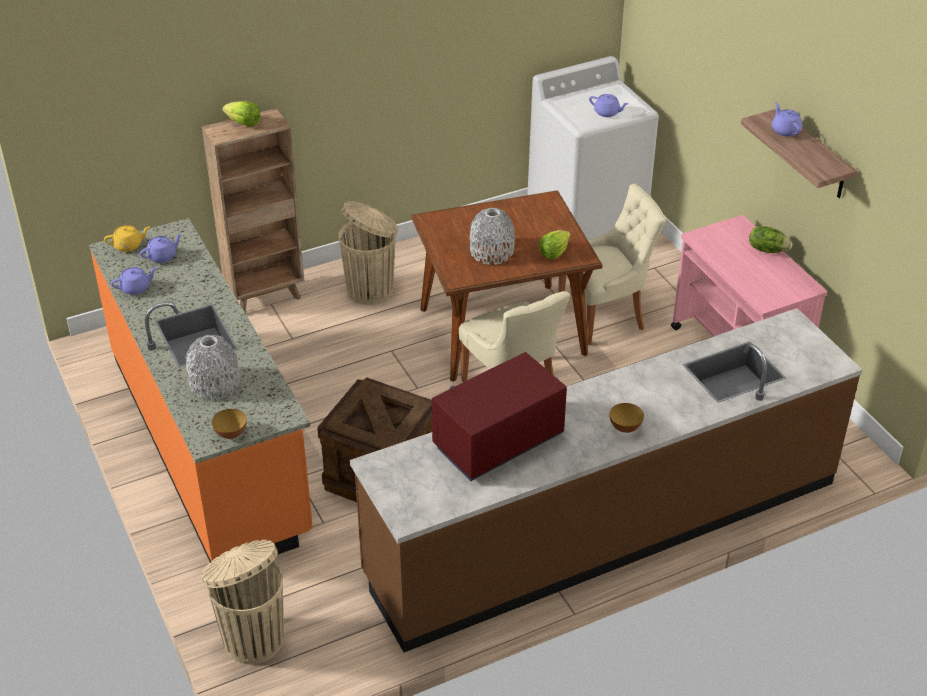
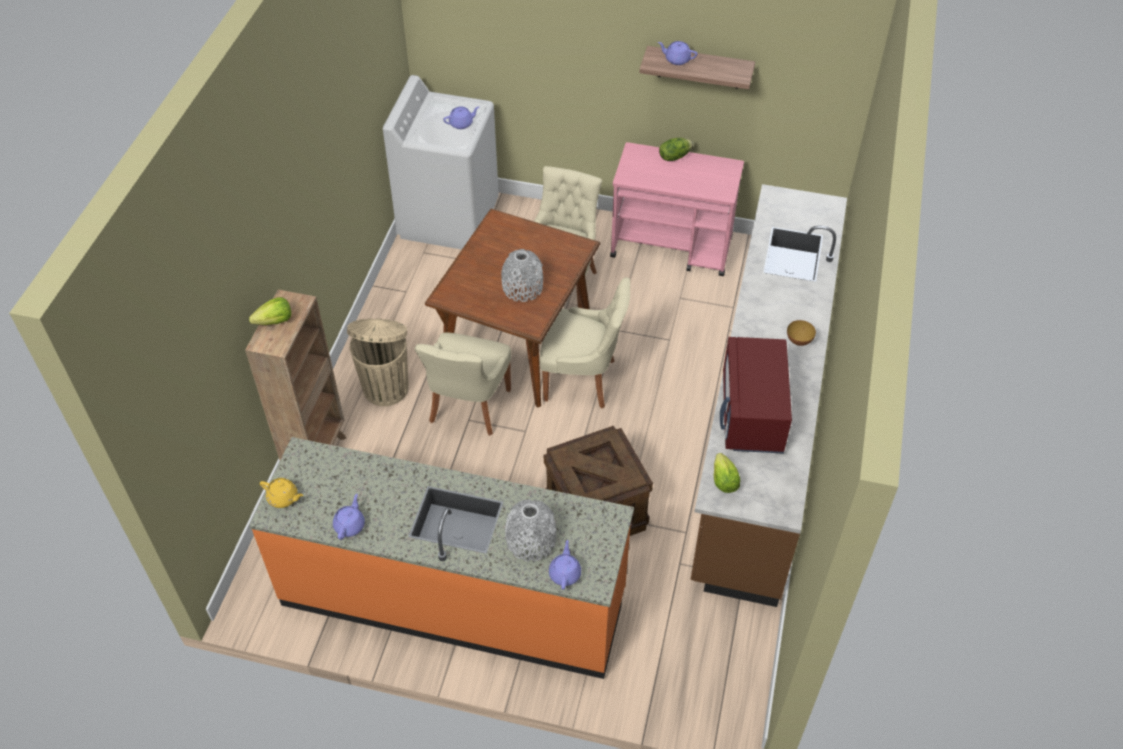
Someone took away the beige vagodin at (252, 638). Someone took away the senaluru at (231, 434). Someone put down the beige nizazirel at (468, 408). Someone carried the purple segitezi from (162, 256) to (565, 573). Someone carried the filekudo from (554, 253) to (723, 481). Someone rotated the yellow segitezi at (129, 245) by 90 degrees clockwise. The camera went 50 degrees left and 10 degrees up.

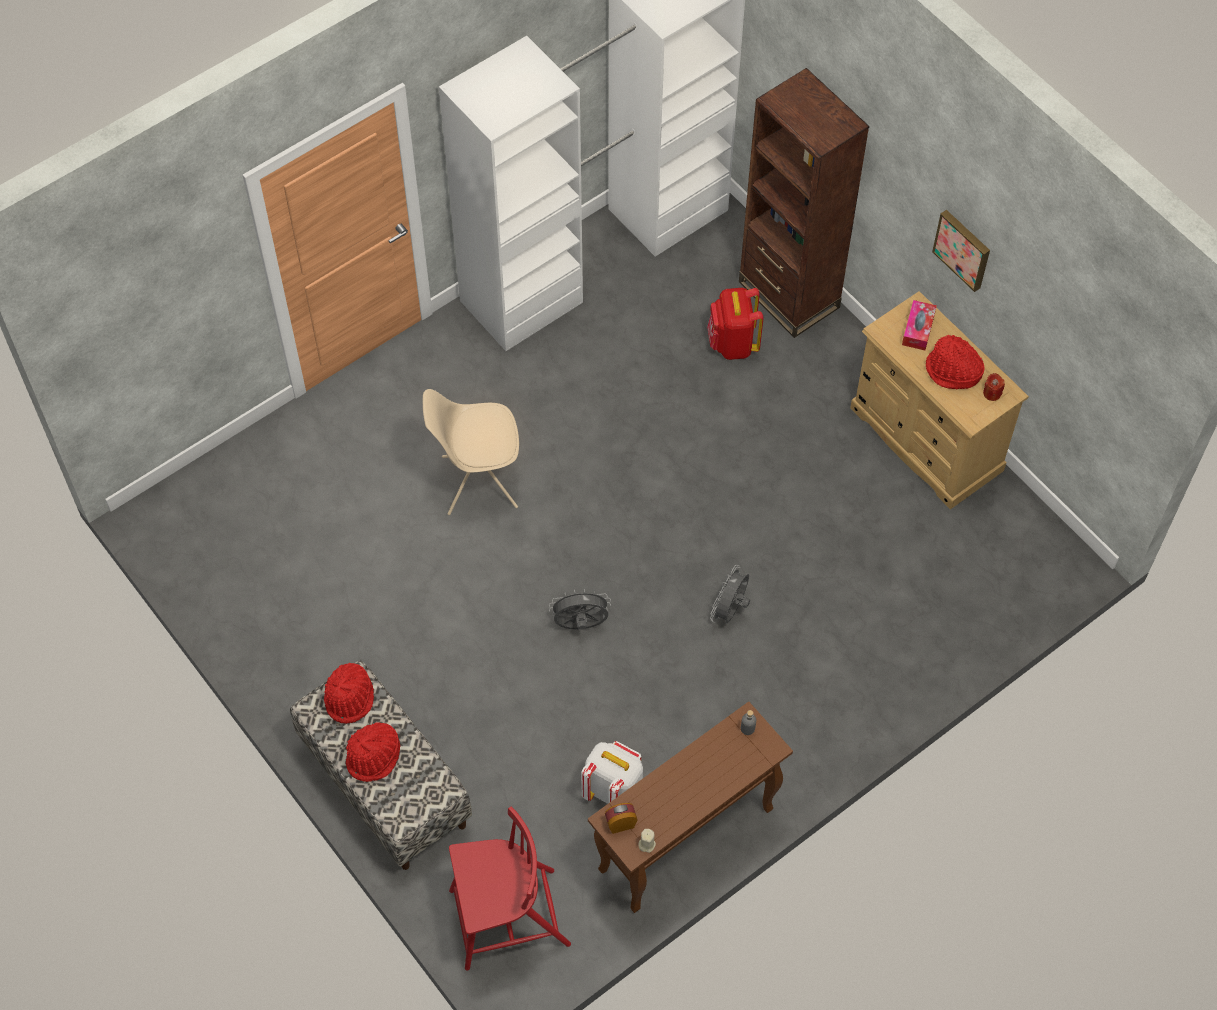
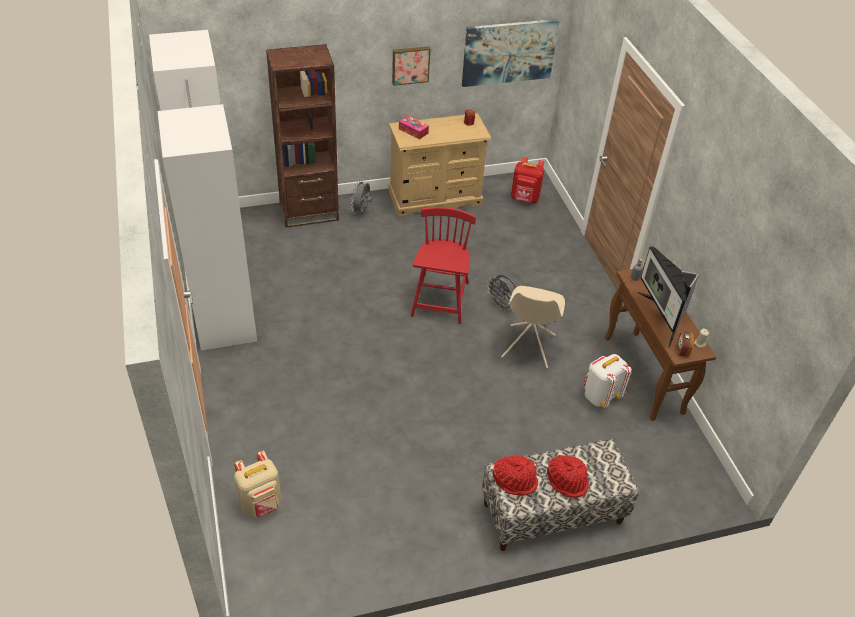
Someone took away the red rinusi at (953, 371). Someone put down the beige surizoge at (261, 504). Someone put up the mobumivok at (509, 52). Someone put down the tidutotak at (662, 317). Someone carried the beige nizazirel from (477, 482) to (528, 347). Someone carried the red nizazirel from (507, 919) to (440, 300). Someone carried the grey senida from (580, 625) to (361, 211). Someone carried the red surizoge from (732, 344) to (525, 199). The camera went 70 degrees left and 15 degrees down.

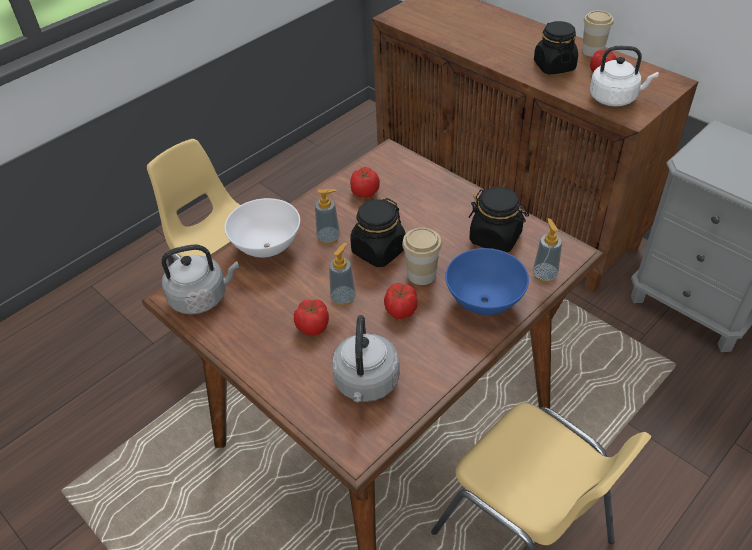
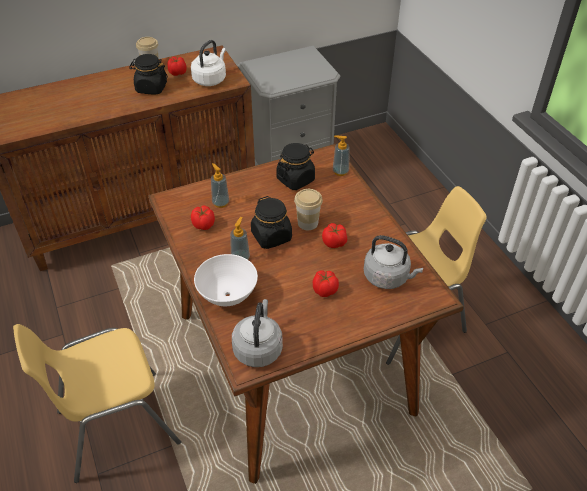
Someone took away the blue senaluru at (485, 302). Someone carried the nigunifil from (343, 298) to (220, 203). The camera went 70 degrees left and 0 degrees up.

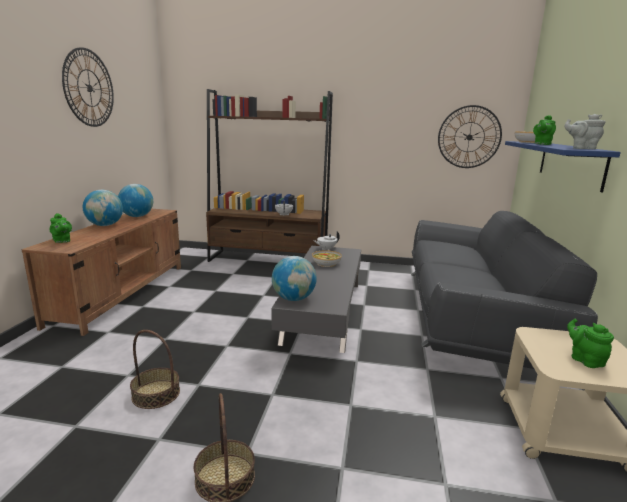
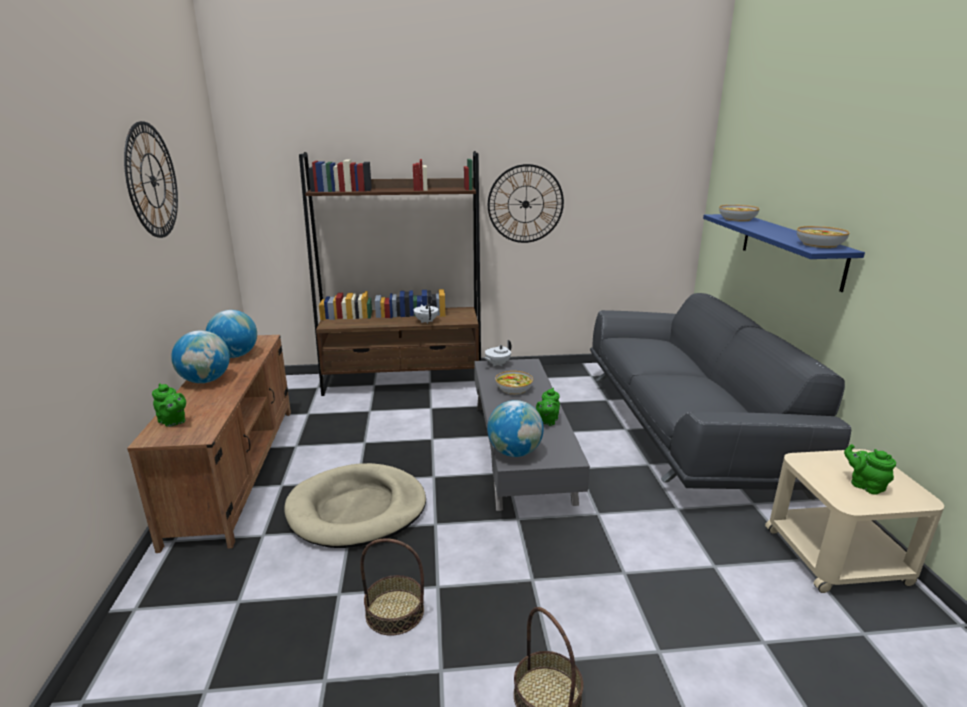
Someone put down the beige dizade at (357, 509). Someone carried the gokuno from (469, 137) to (525, 204). Someone carried the green segitezi from (542, 144) to (547, 421). Someone swapped the grey segitezi at (581, 148) for the senaluru at (820, 244). The camera went 15 degrees left and 5 degrees up.

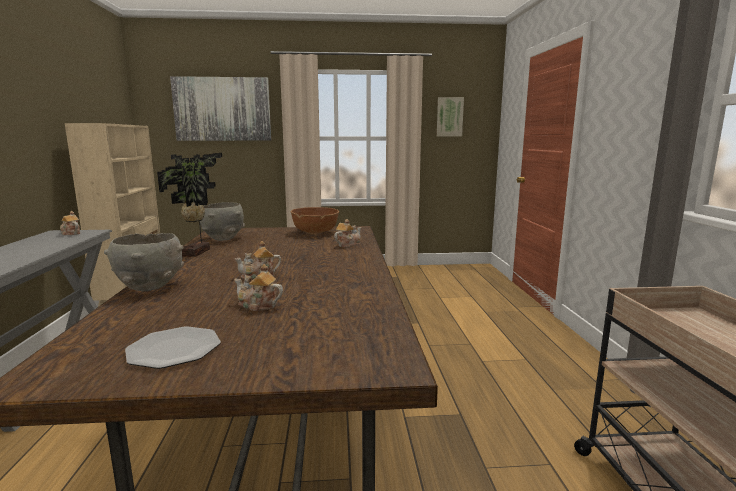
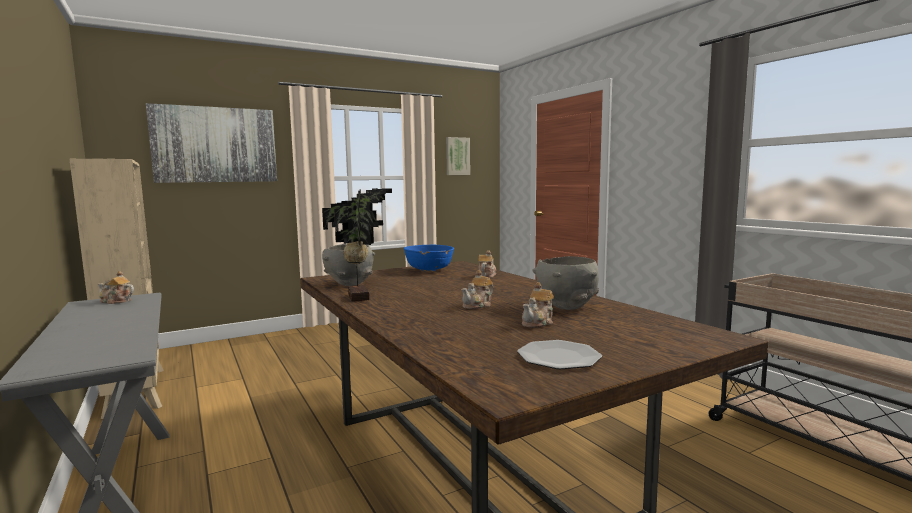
Someone carried the grey senaluru from (150, 286) to (566, 306). Someone repainted the brown senaluru at (315, 232), which became the blue senaluru at (429, 270). Someone rotated the segitezi at (258, 305) by 45 degrees counterclockwise. The camera went 25 degrees left and 5 degrees down.

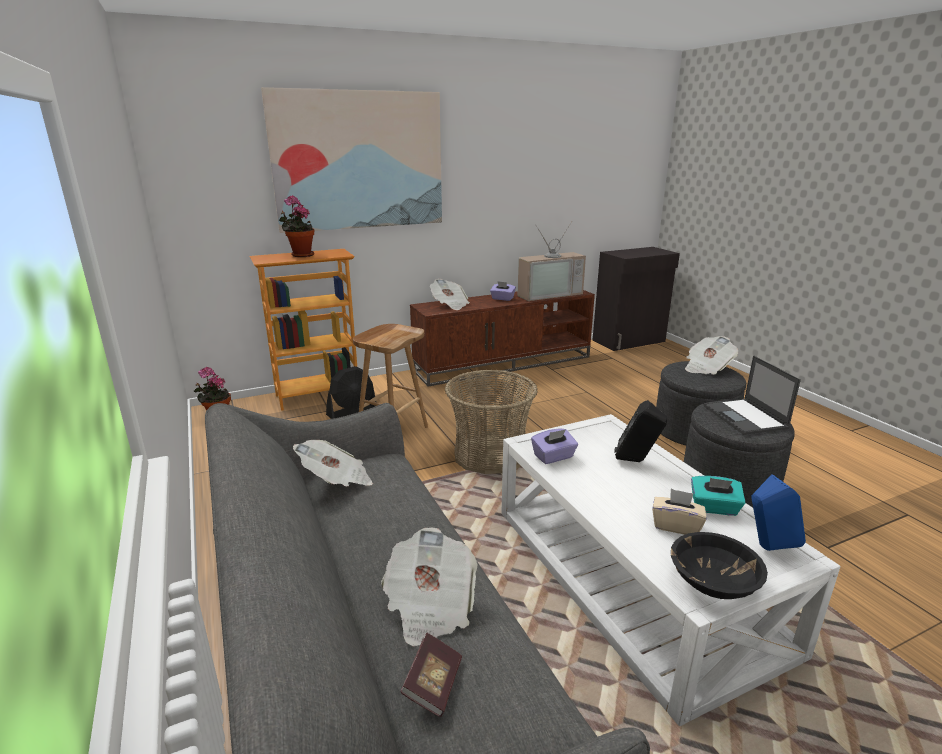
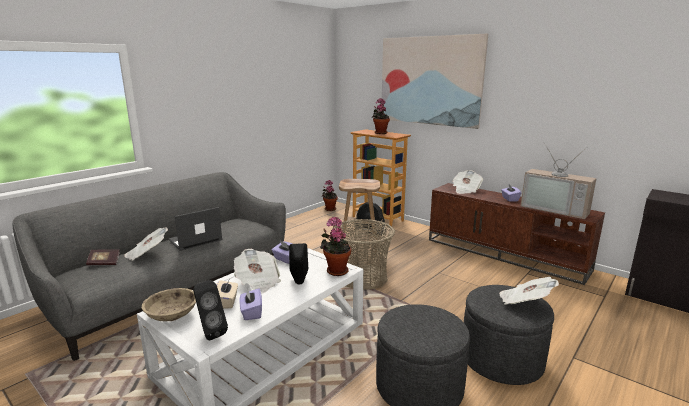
Someone put down the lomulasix at (336, 270). Someone carried the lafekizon from (336, 480) to (258, 282). Someone carried the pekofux from (745, 417) to (194, 240). Someone repainted the black senaluru at (712, 582), which became the beige senaluru at (172, 315). Someone repainted the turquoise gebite at (714, 508), which became the purple gebite at (251, 312). Someone repainted the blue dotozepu at (767, 549), which became the black dotozepu at (210, 332). The camera went 65 degrees right and 5 degrees down.

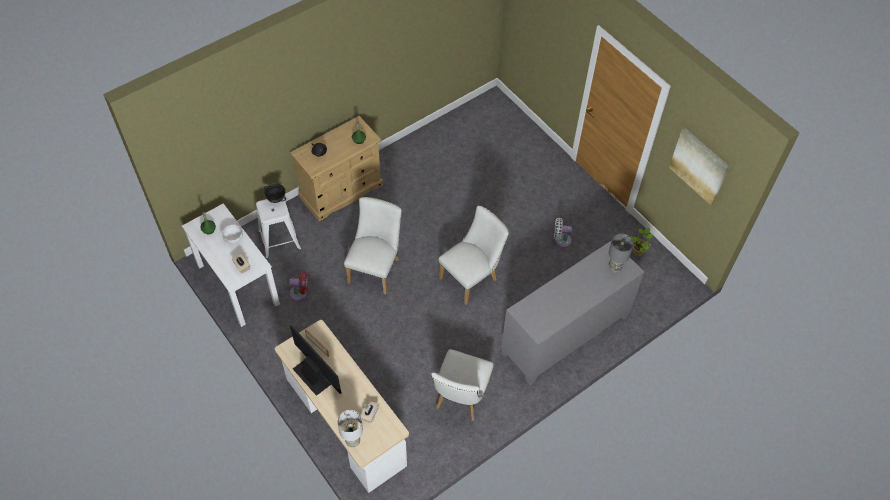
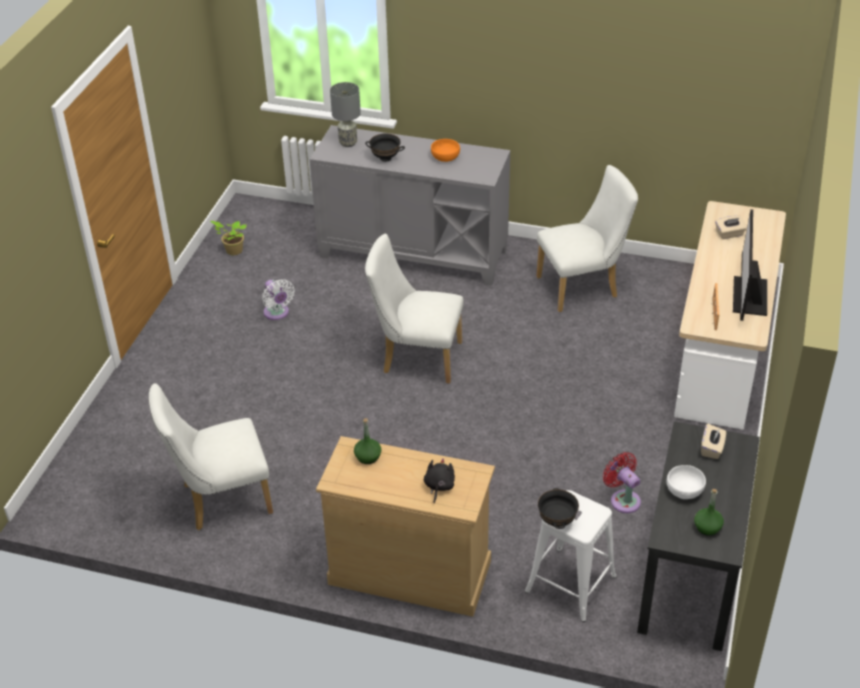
Someone took away the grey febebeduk at (353, 441). Someone took away the mobumivok at (699, 165). Someone put down the black senaluru at (385, 158). Someone put down the orange senaluru at (445, 157). Someone carried the white nizazirel from (376, 268) to (220, 500). Someone repainted the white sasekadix at (237, 284), which became the black sasekadix at (690, 577). The camera went 125 degrees left and 15 degrees down.

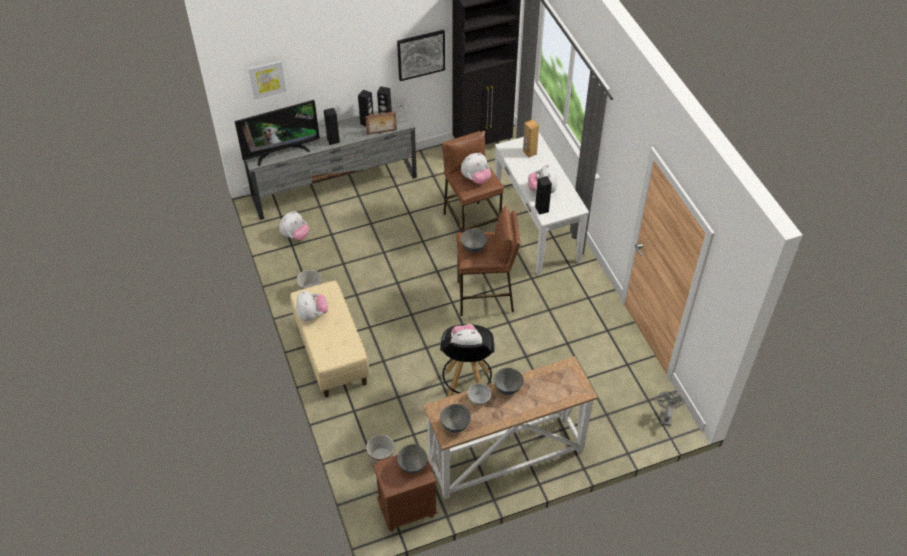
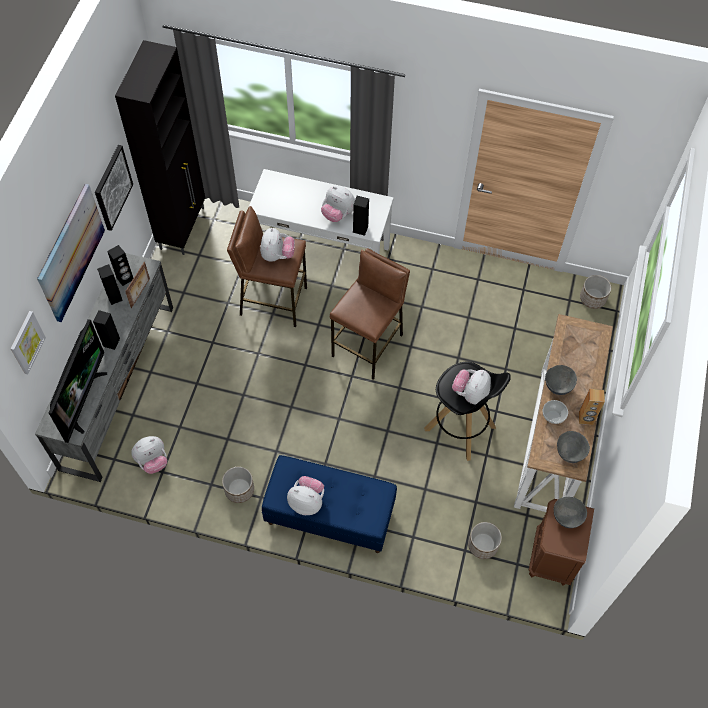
Someone took away the grey senaluru at (473, 248). Someone put up the mobumivok at (70, 252). Someone carried the brown dotozepu from (529, 152) to (586, 418). Someone swapped the grey senida at (665, 415) for the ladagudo at (592, 299). Someone repainted the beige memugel at (331, 352), which became the blue memugel at (329, 516). Someone rotated the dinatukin at (295, 236) by 75 degrees clockwise. The camera went 55 degrees left and 10 degrees up.

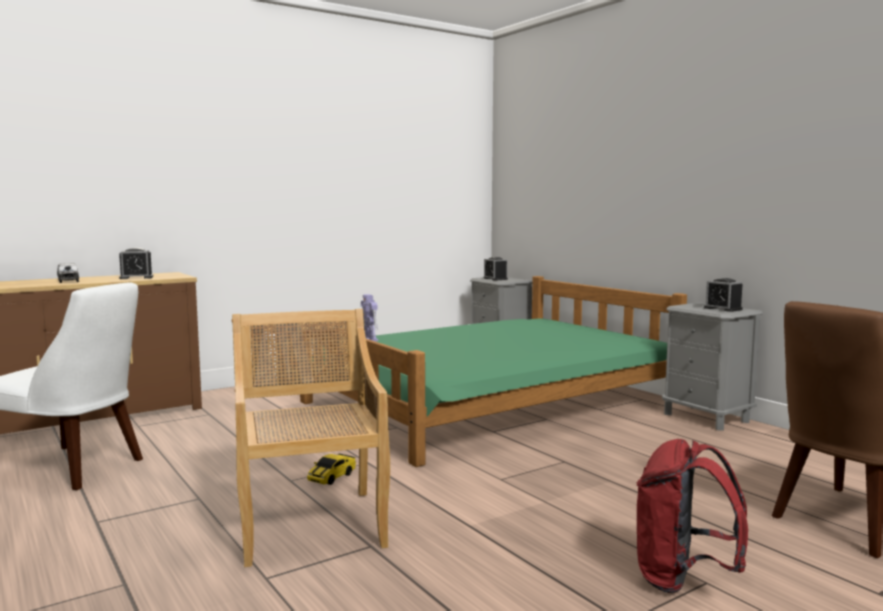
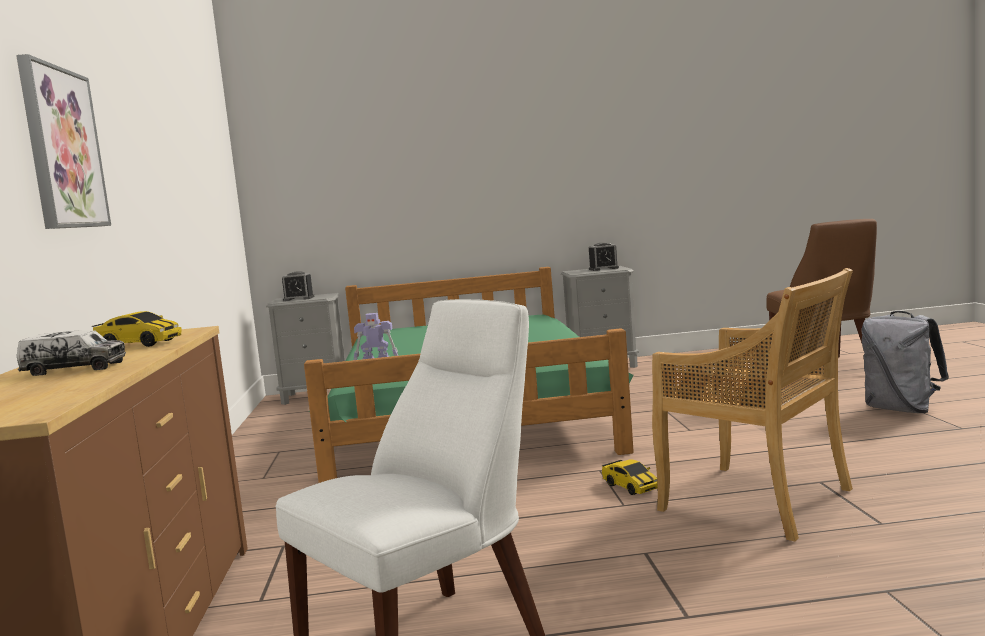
Someone put up the mobumivok at (62, 148). Someone swapped the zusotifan at (136, 277) for the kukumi at (139, 344). Someone repainted the red surizoge at (682, 580), which became the grey surizoge at (902, 409). Someone rotated the beige nizazirel at (310, 524) by 150 degrees counterclockwise. The camera went 60 degrees left and 0 degrees up.

